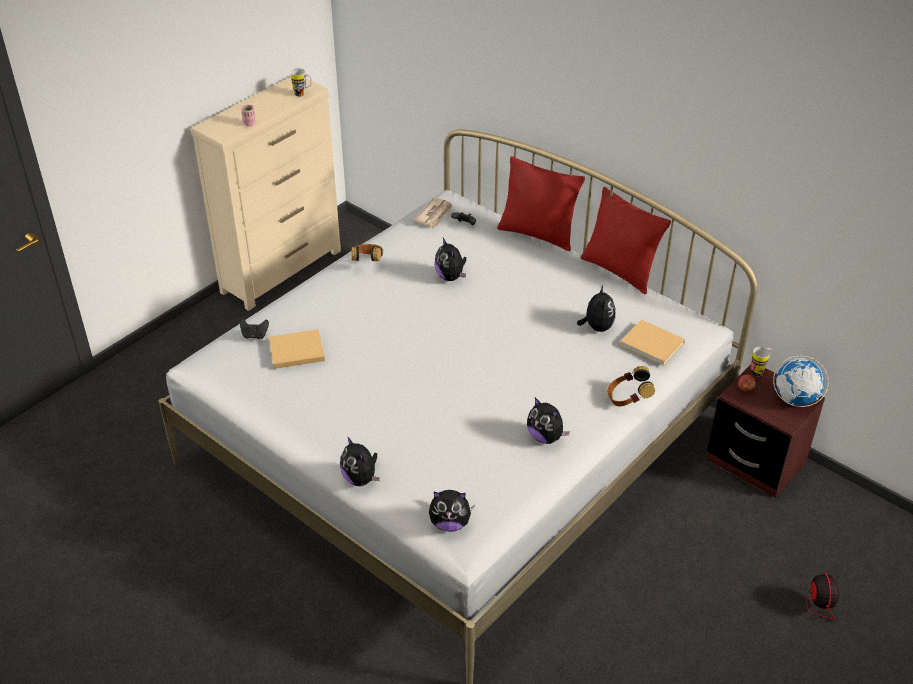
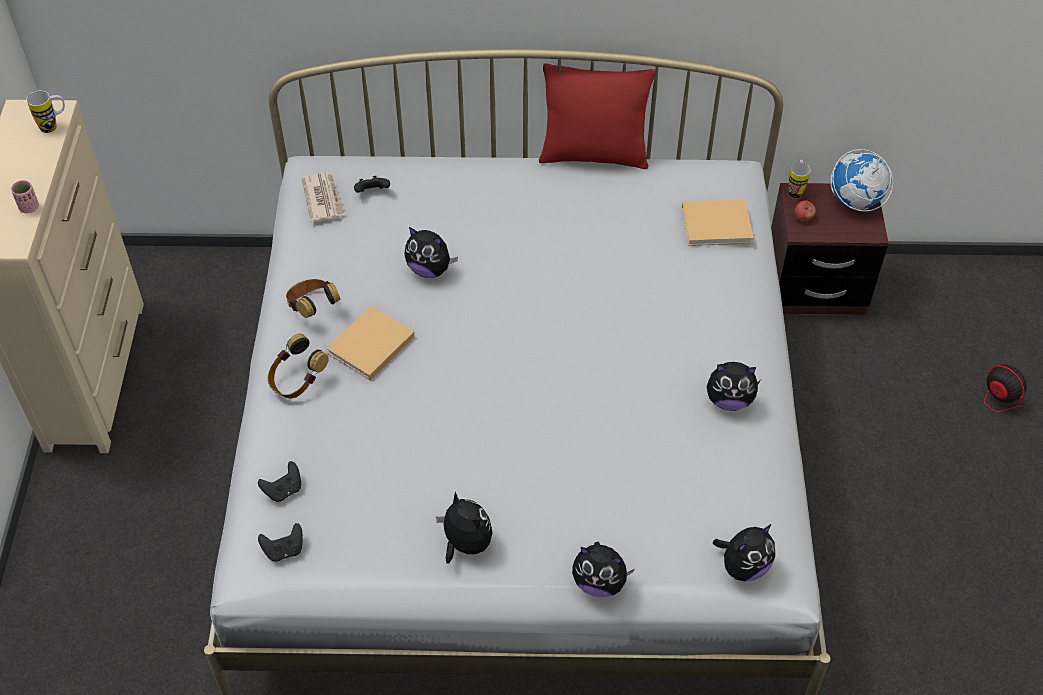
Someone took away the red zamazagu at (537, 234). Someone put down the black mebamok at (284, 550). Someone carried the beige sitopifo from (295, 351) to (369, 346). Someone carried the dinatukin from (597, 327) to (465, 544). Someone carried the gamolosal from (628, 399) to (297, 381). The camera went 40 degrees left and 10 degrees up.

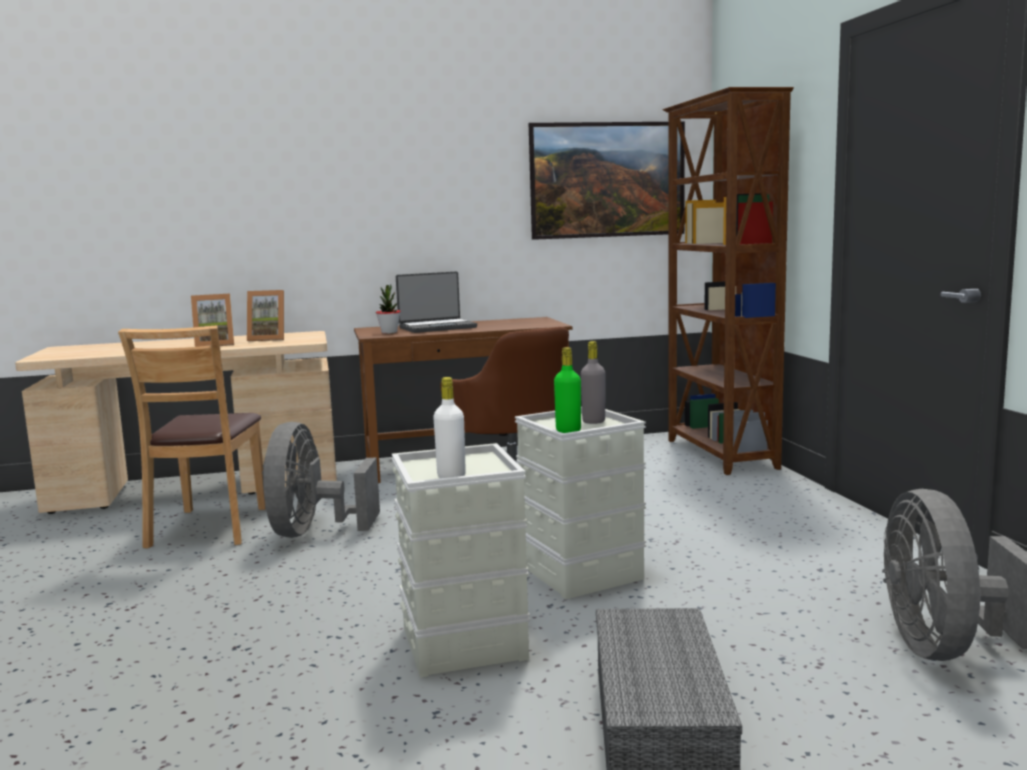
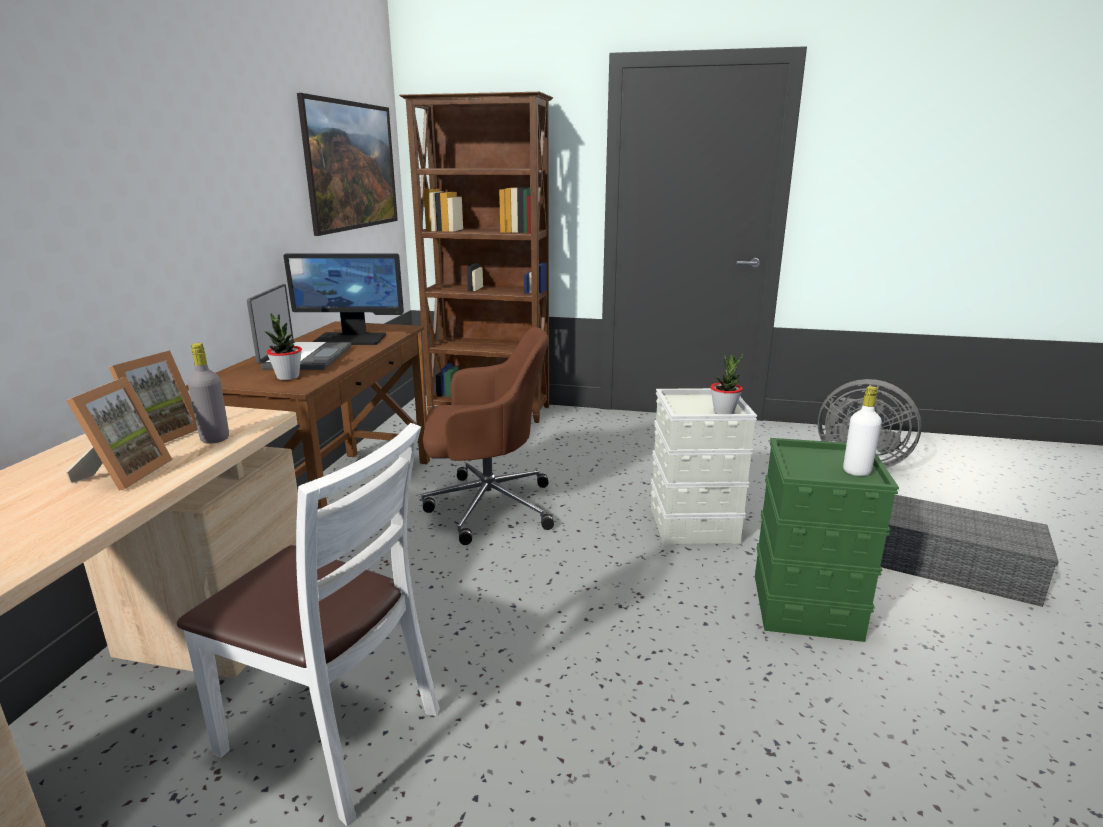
Someone took away the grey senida at (313, 532). Someone put down the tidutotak at (351, 339). Someone carried the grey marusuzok from (593, 421) to (215, 439). Someone swapped the green marusuzok at (568, 431) for the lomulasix at (724, 412). Someone repainted the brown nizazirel at (209, 527), which became the white nizazirel at (331, 735). Someone repainted the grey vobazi at (465, 642), which became the green vobazi at (804, 605). The camera went 65 degrees left and 10 degrees up.

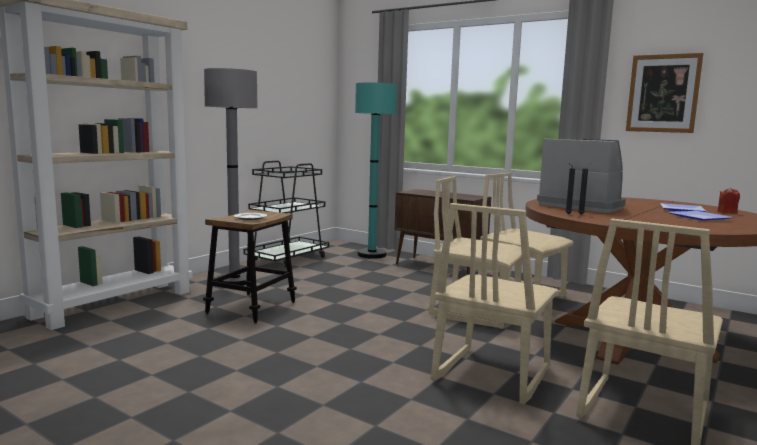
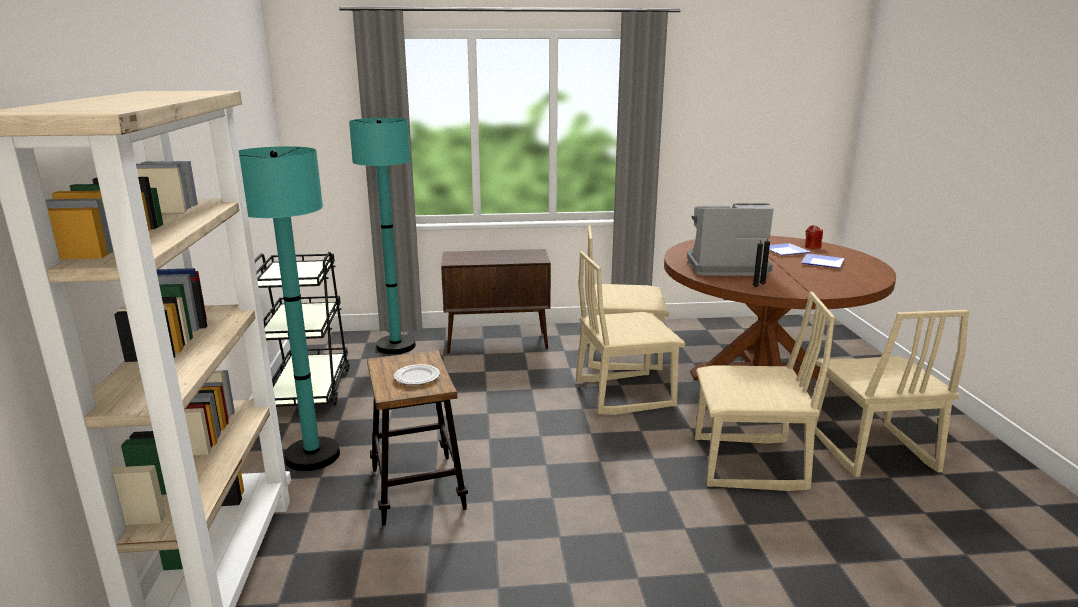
Someone took away the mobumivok at (663, 93). Someone repainted the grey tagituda at (234, 281), which became the turquoise tagituda at (312, 456). Someone rotated the beige nizazirel at (490, 374) by 75 degrees counterclockwise. The camera went 40 degrees left and 10 degrees up.

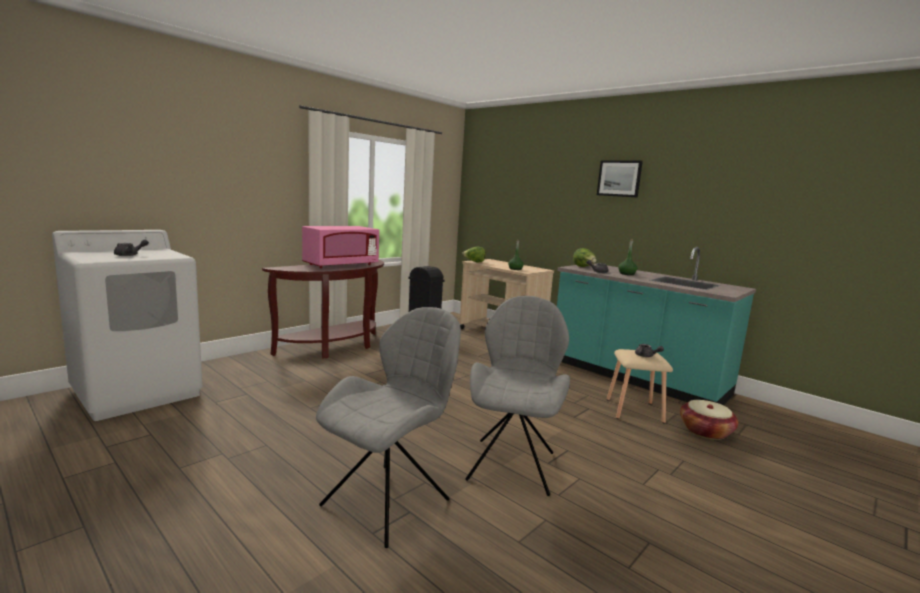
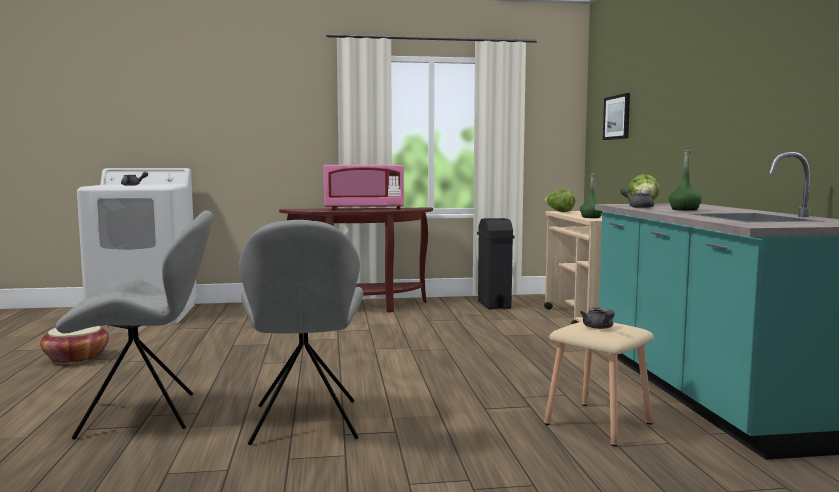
Someone carried the mobumivok from (619, 178) to (617, 117). Someone carried the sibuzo from (705, 431) to (76, 358). Someone rotated the grey nizazirel at (512, 464) by 120 degrees clockwise. The camera went 40 degrees right and 5 degrees down.

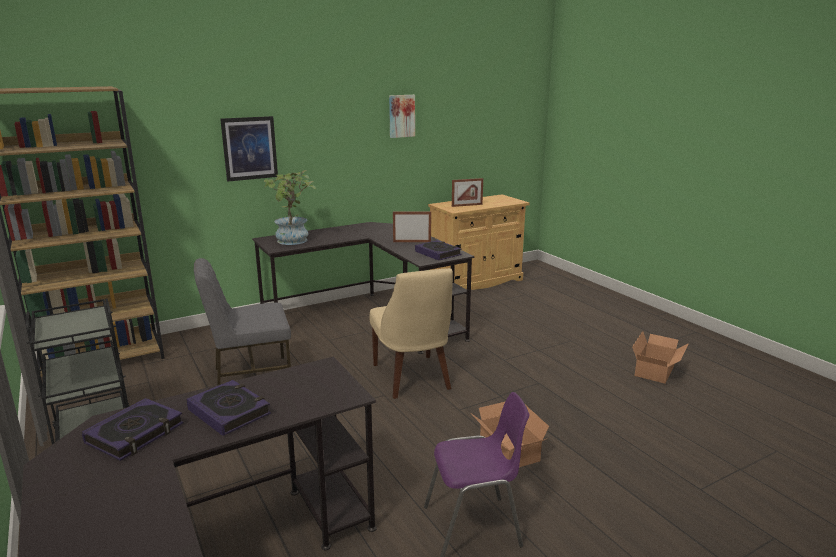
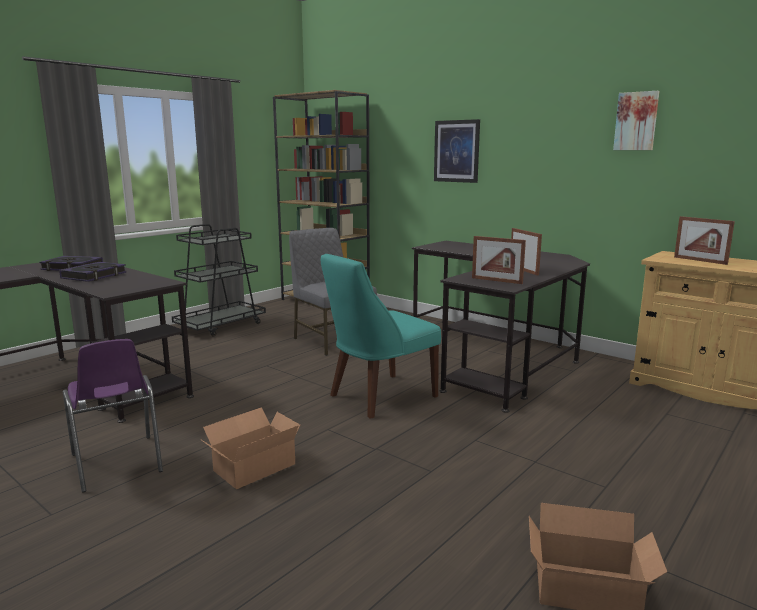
Someone took away the lomulasix at (293, 242). Someone swapped the sitopifo at (438, 253) for the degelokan at (496, 280). Someone repainted the beige nizazirel at (412, 378), which became the turquoise nizazirel at (378, 397). The camera went 70 degrees right and 5 degrees down.

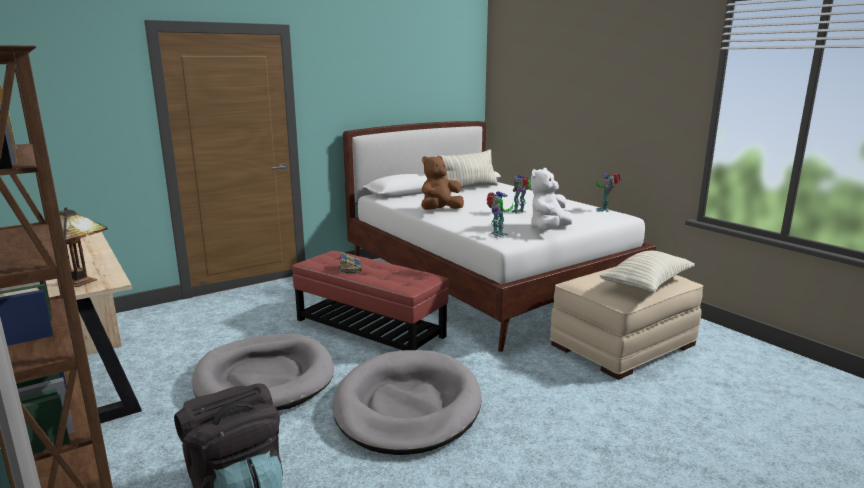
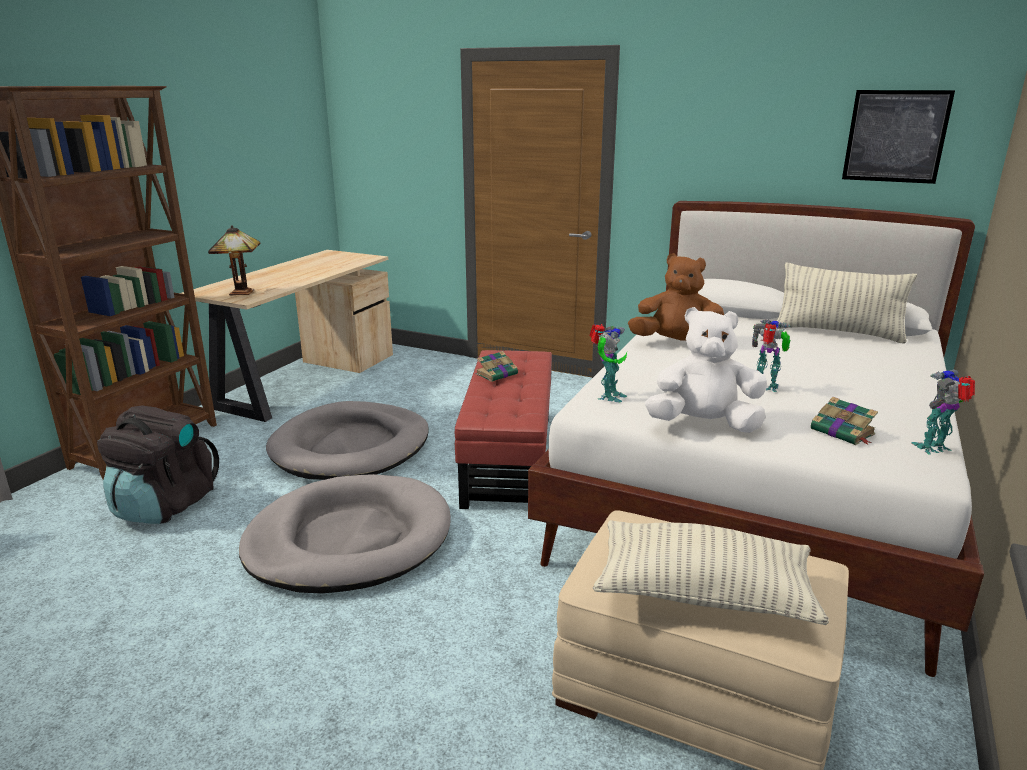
Someone put down the sitopifo at (843, 432). Someone put up the mobumivok at (895, 136). The camera went 60 degrees right and 5 degrees up.

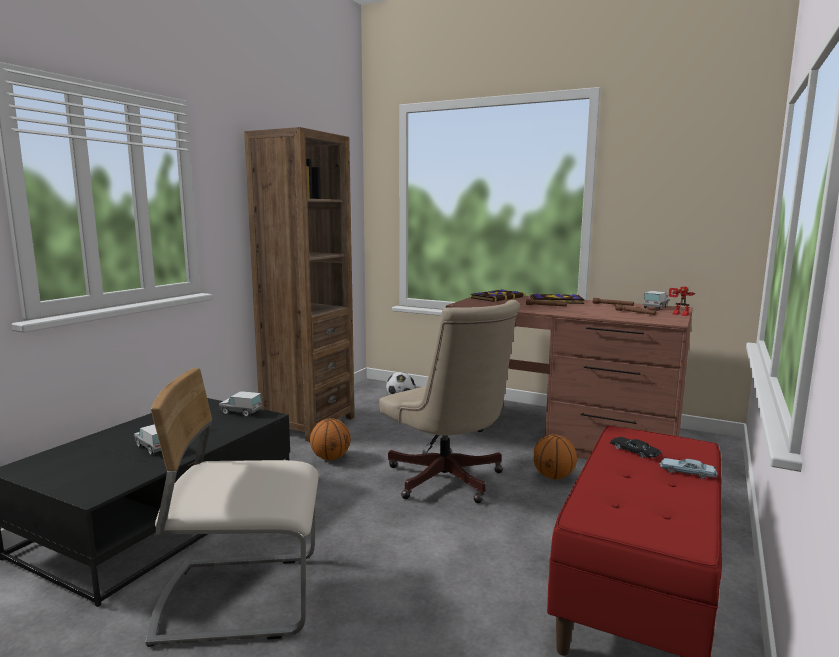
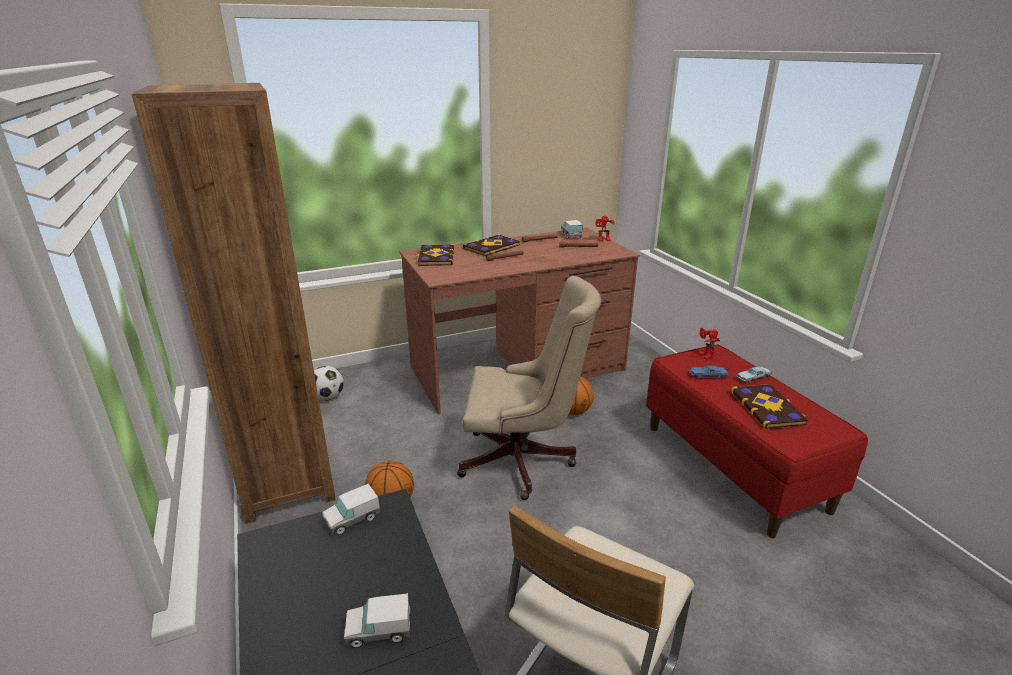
Someone put down the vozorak at (704, 356). Someone put down the sitopifo at (768, 408). Someone repainted the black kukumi at (634, 451), which became the blue kukumi at (708, 375). The camera went 50 degrees left and 15 degrees up.

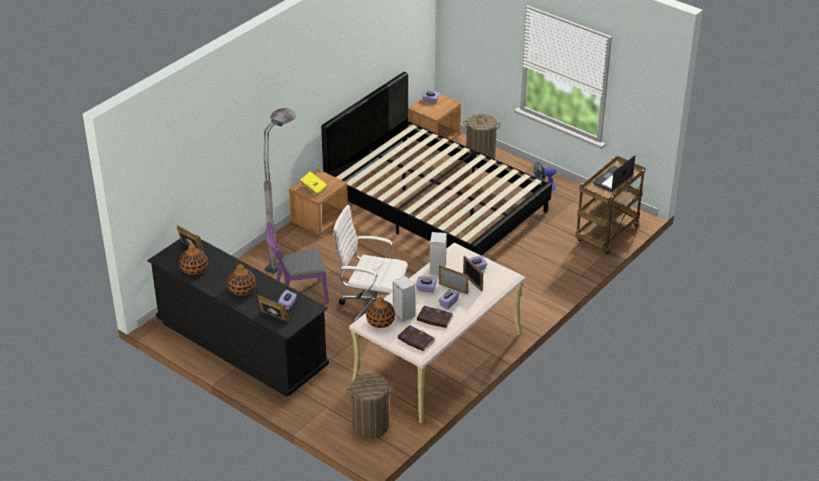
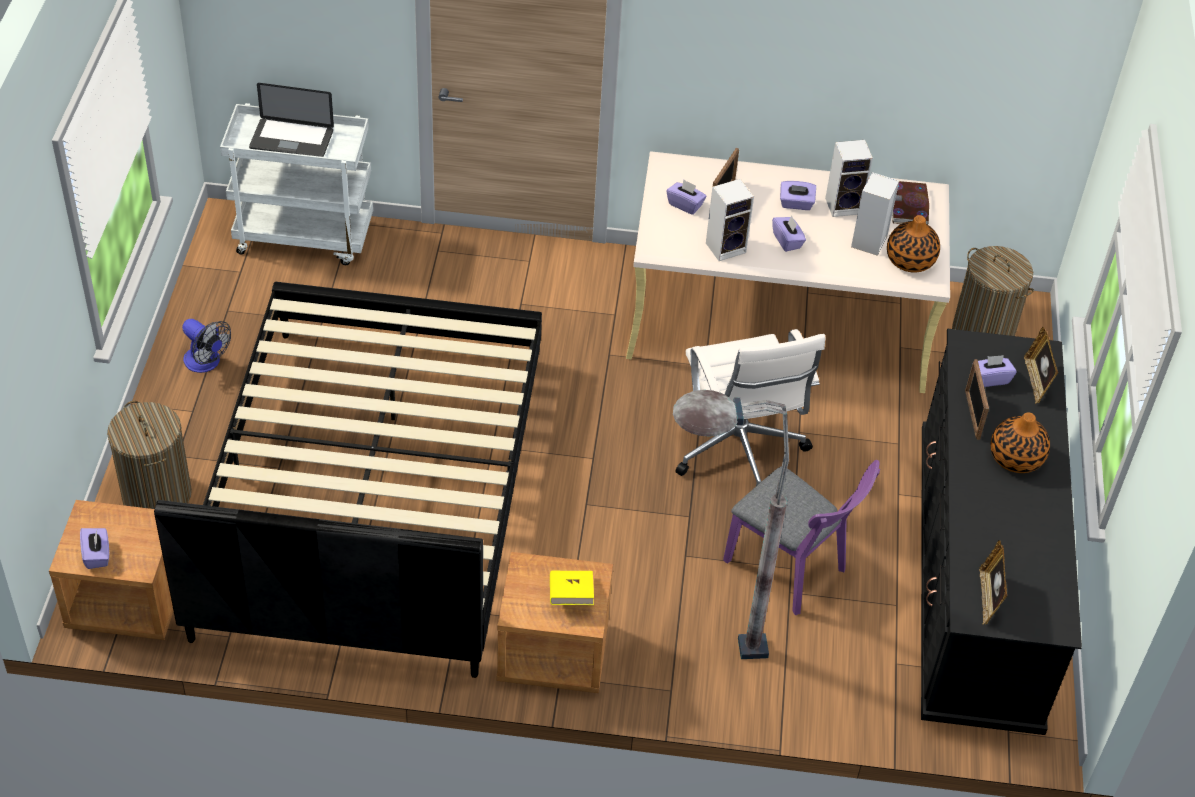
Someone took away the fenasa at (194, 269). Someone carried the degelokan from (453, 288) to (972, 415). Someone swapped the sitopifo at (434, 318) for the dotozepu at (844, 205). Someone repainted the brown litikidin at (607, 235), which became the white litikidin at (305, 236). The camera went 125 degrees left and 10 degrees up.

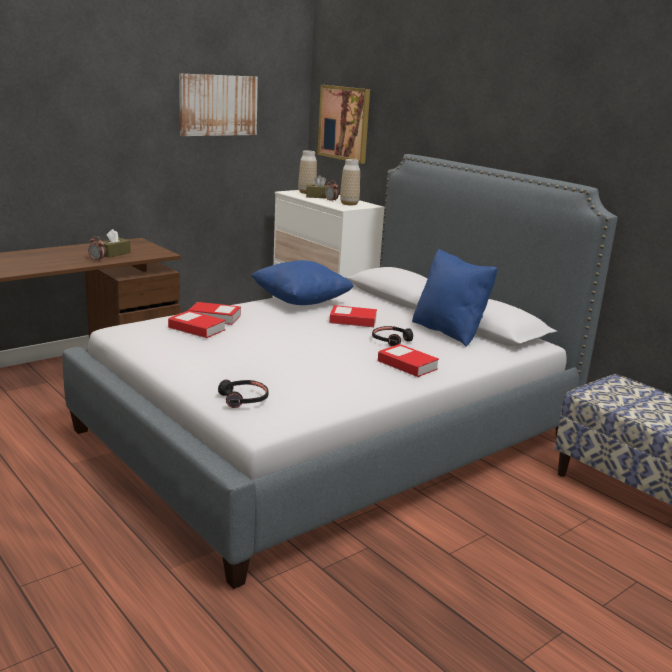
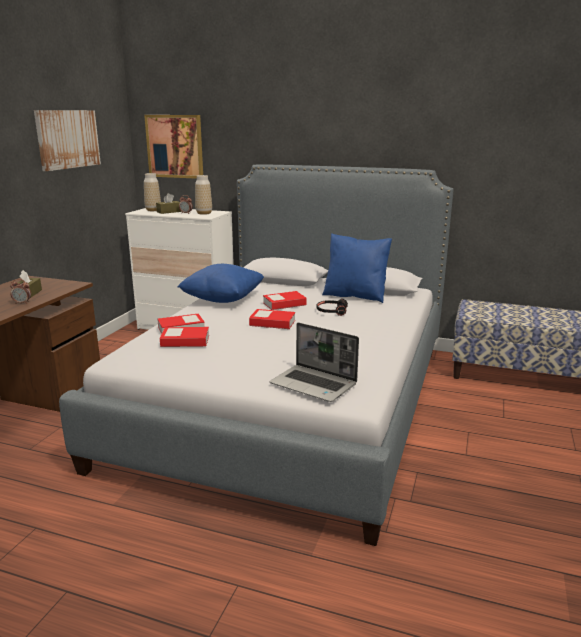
Someone carried the sitopifo from (407, 365) to (272, 323). Someone swapped the black gamolosal at (244, 399) for the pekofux at (314, 384). The camera went 30 degrees left and 0 degrees up.

